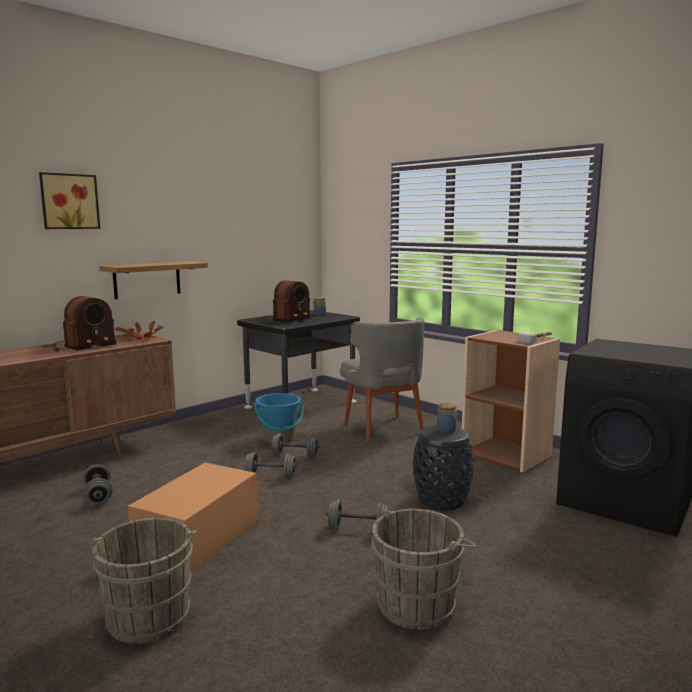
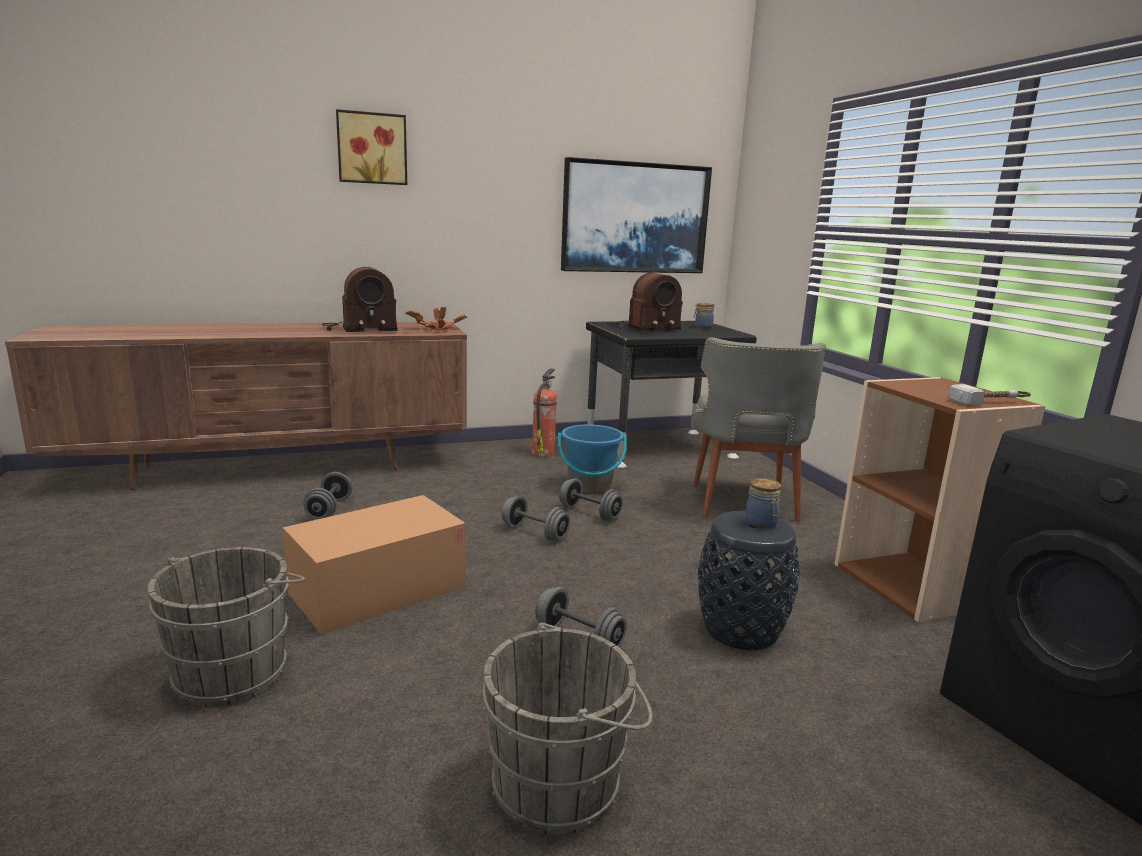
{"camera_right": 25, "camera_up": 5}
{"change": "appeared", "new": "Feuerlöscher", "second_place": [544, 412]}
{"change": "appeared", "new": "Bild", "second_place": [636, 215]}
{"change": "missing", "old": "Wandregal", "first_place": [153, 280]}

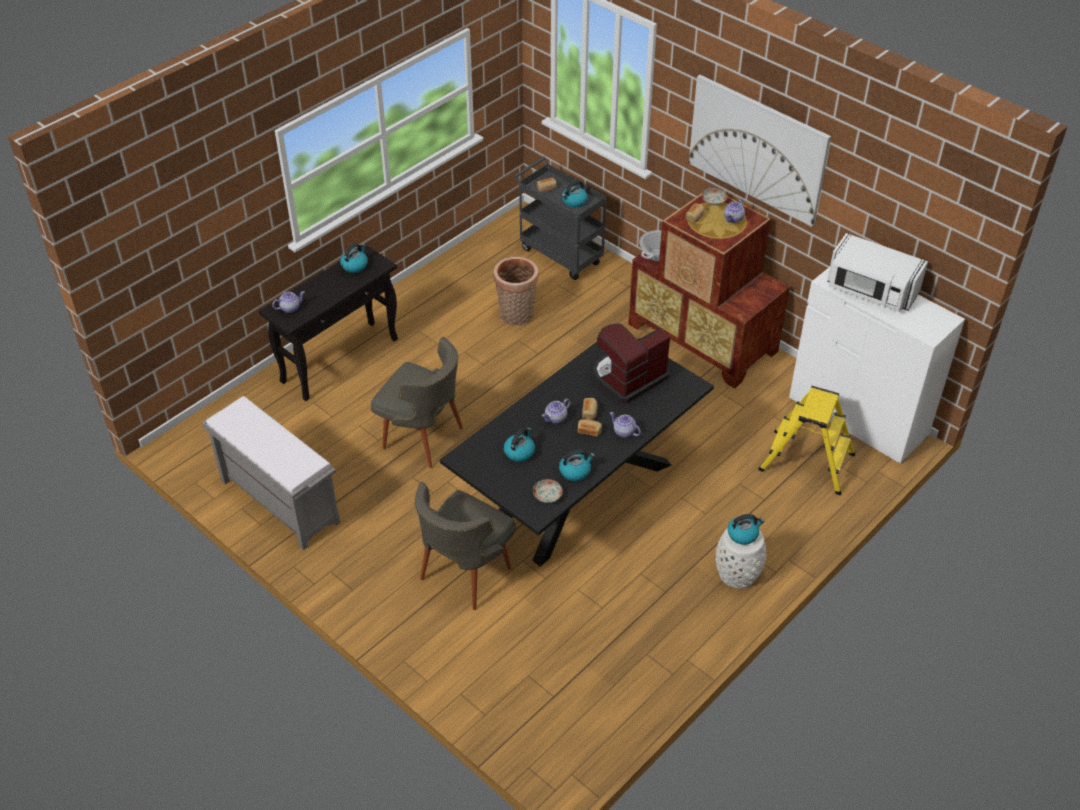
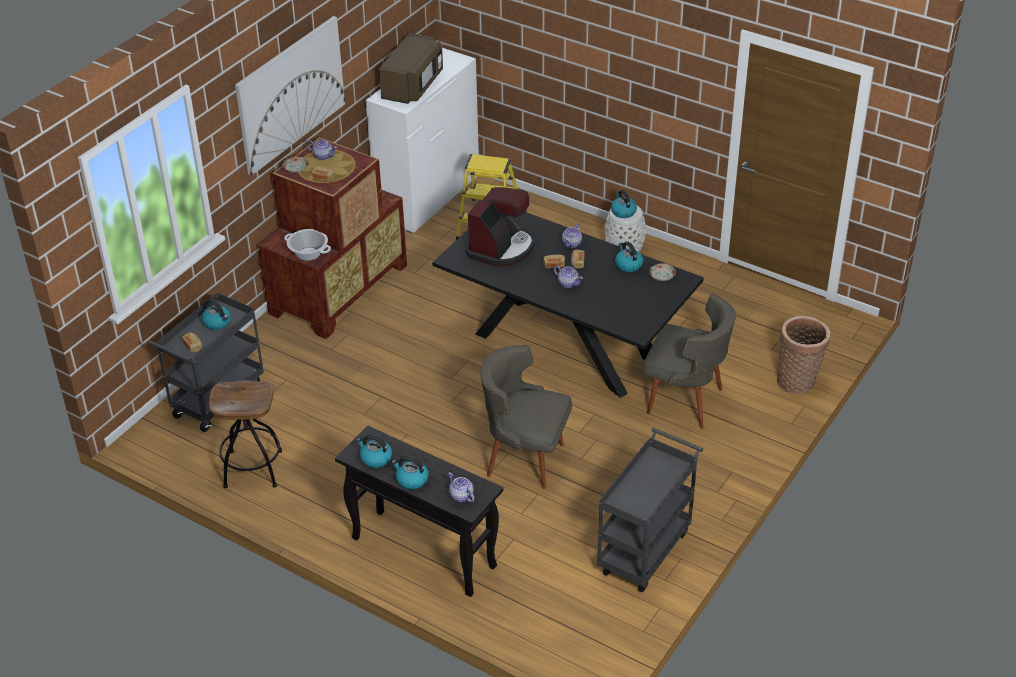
{"camera_right": -100, "camera_up": -5}
{"change": "appeared", "new": "Hocker/braun", "second_place": [245, 434]}
{"change": "colour", "old": "Mikrowelle/weiß", "new": "Mikrowelle/braun", "first_place": [877, 272], "second_place": [411, 68]}
{"change": "relocated", "old": "Wasserkessel", "first_place": [519, 444], "second_place": [409, 473]}
{"change": "spun", "old": "Kaffeemaschine", "first_place": [631, 363], "second_place": [500, 227], "degrees": -105}
{"change": "spun", "old": "Stuhl/grau", "first_place": [417, 402], "second_place": [526, 417], "degrees": -90}
{"change": "exchanged", "old": "Bank/grau", "new": "Rollwagen/grau", "first_place": [271, 473], "second_place": [650, 510]}
{"change": "relocated", "old": "Korb", "first_place": [516, 291], "second_place": [803, 355]}

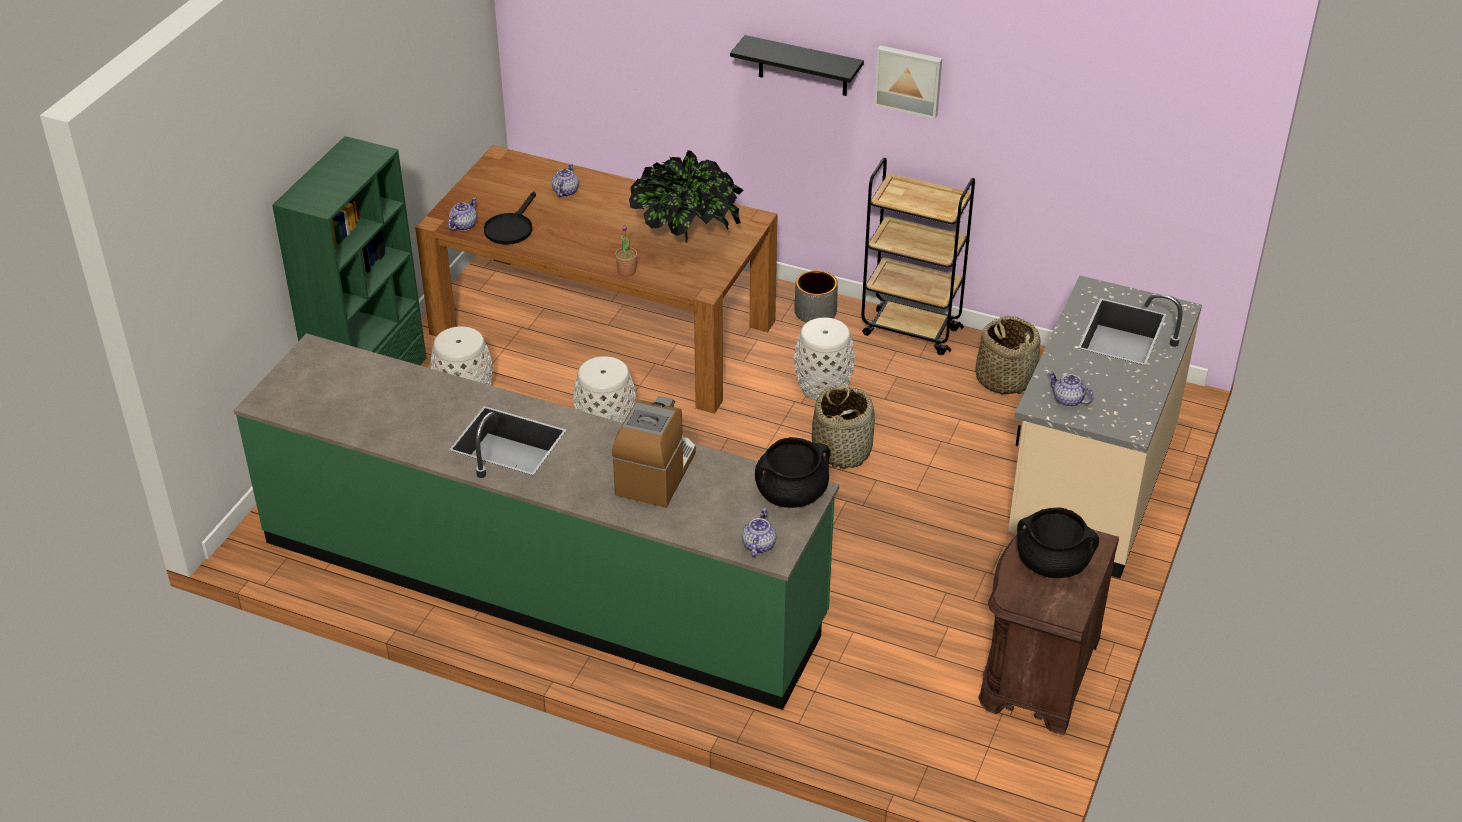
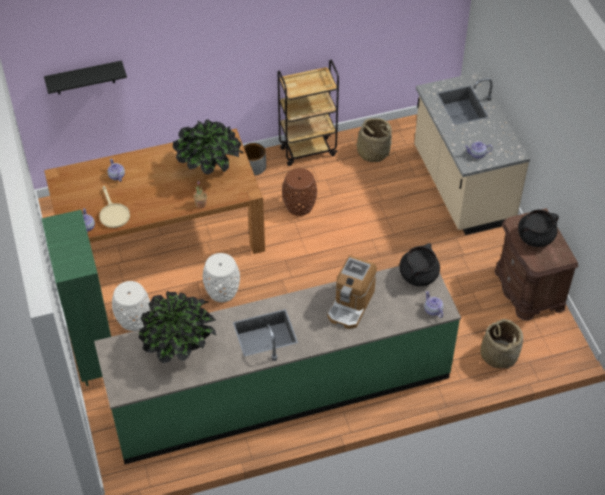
{"camera_right": -40, "camera_up": 10}
{"change": "relocated", "old": "Wandregal/schwarz", "first_place": [797, 65], "second_place": [85, 78]}
{"change": "colour", "old": "Pfanne/schwarz", "new": "Pfanne/beige", "first_place": [510, 218], "second_place": [114, 207]}
{"change": "appeared", "new": "Topfpflanze", "second_place": [177, 327]}
{"change": "colour", "old": "Hocker/weiß", "new": "Hocker/braun", "first_place": [824, 359], "second_place": [299, 192]}
{"change": "spun", "old": "Kaffeemaschine", "first_place": [654, 451], "second_place": [352, 292], "degrees": -135}
{"change": "relocated", "old": "Korb", "first_place": [843, 427], "second_place": [501, 344]}
{"change": "missing", "old": "Bild", "first_place": [908, 82]}

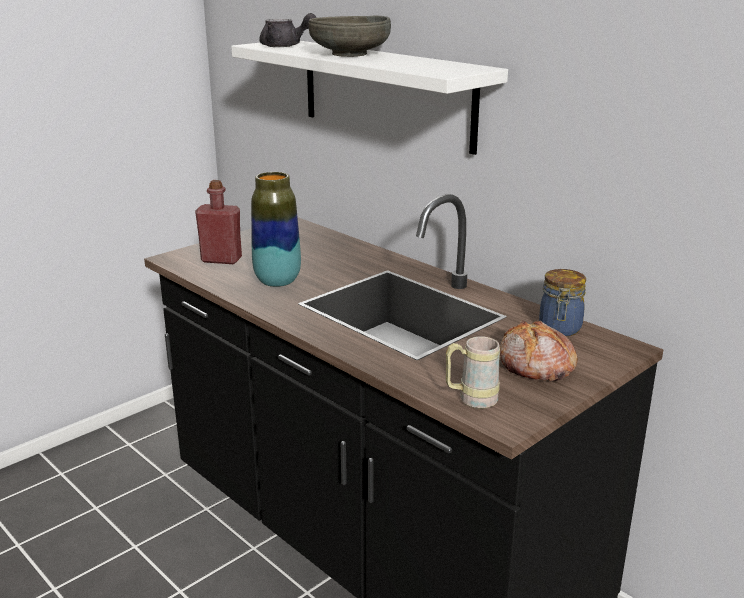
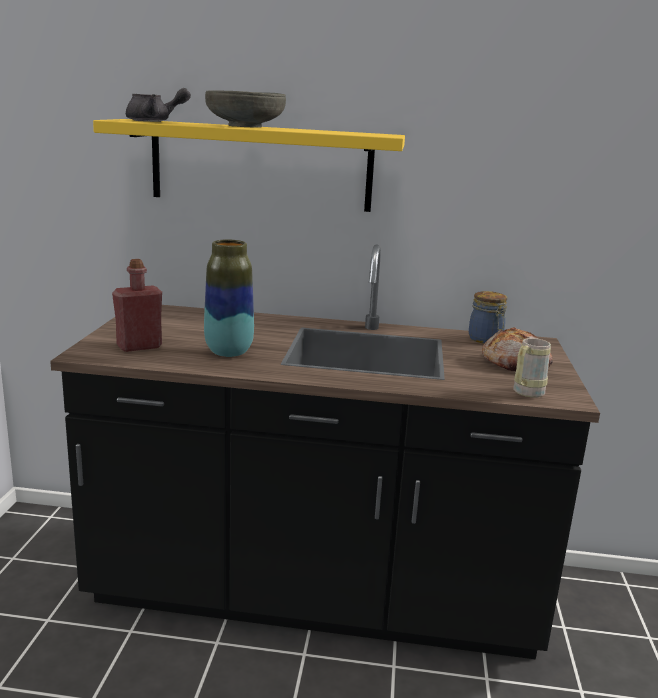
{"camera_right": -40, "camera_up": -5}
{"change": "colour", "old": "Wandregal/weiß", "new": "Wandregal/gelb", "first_place": [369, 98], "second_place": [249, 165]}

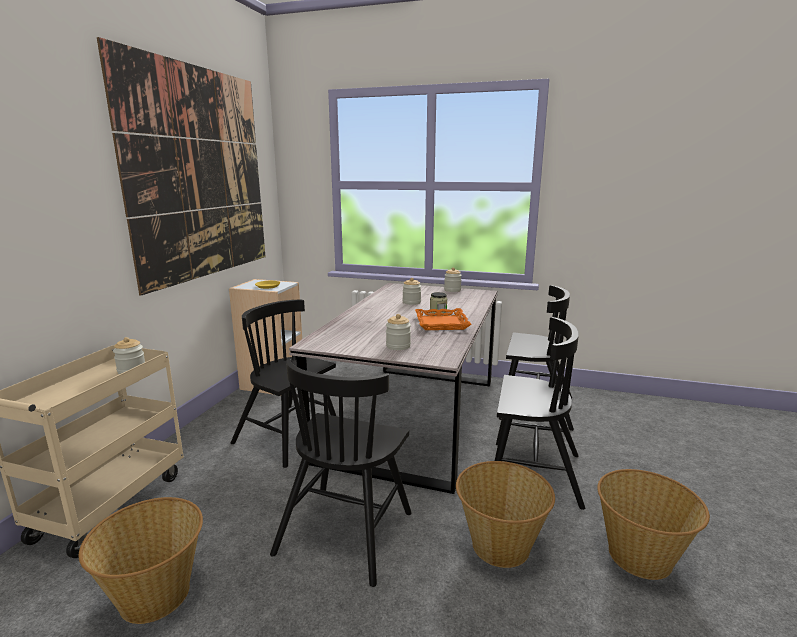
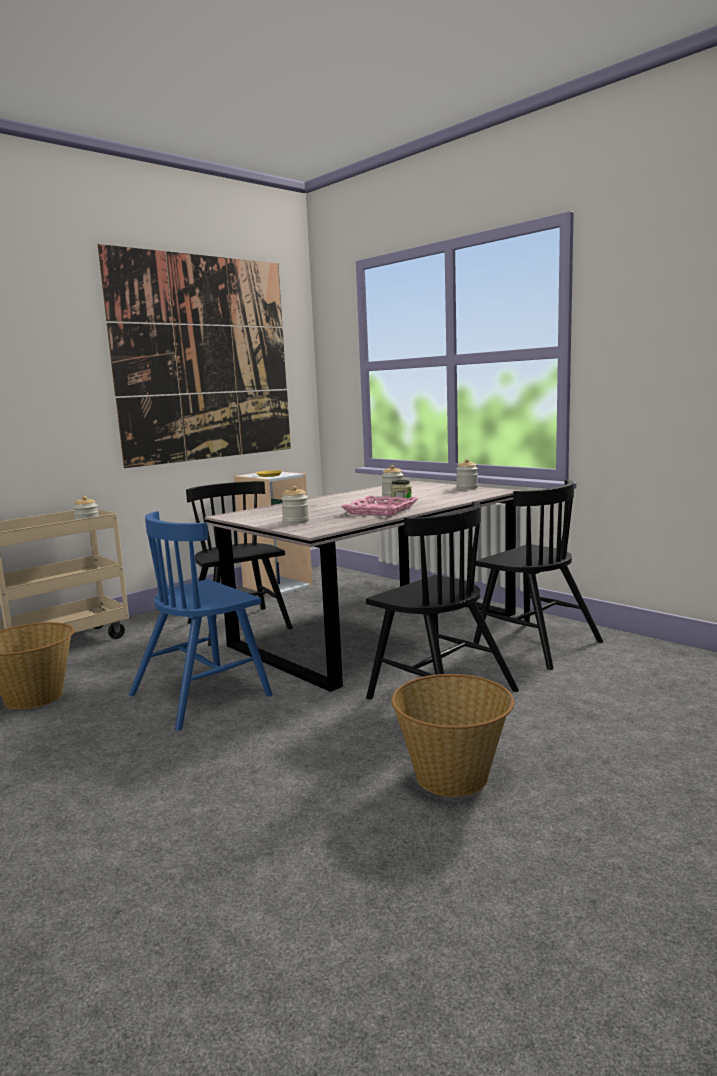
{"camera_right": 30, "camera_up": -5}
{"change": "colour", "old": "Stuhl/schwarz", "new": "Stuhl/blau", "first_place": [341, 473], "second_place": [201, 621]}
{"change": "colour", "old": "Tablett/orange", "new": "Tablett/rosa", "first_place": [443, 319], "second_place": [379, 506]}
{"change": "missing", "old": "Korb", "first_place": [505, 514]}

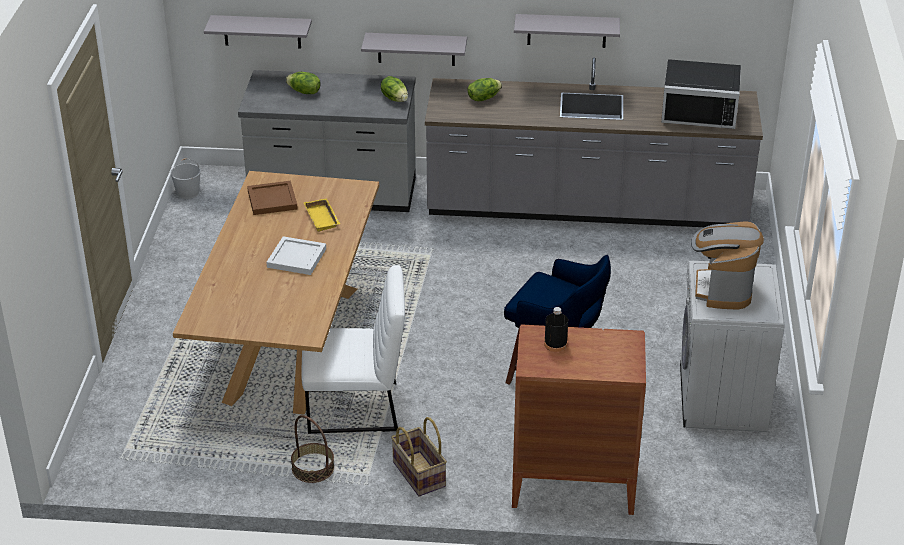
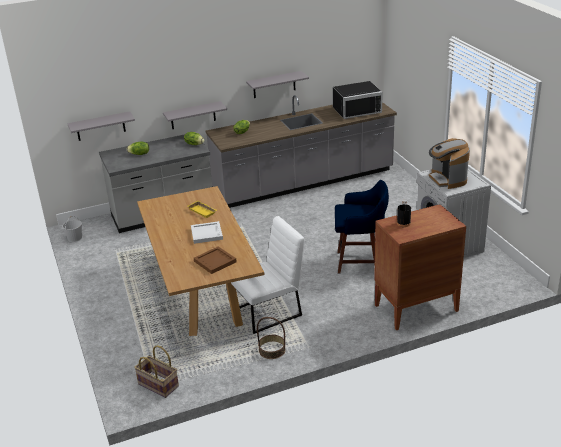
{"camera_right": -25, "camera_up": -5}
{"change": "relocated", "old": "Korb", "first_place": [419, 456], "second_place": [156, 371]}
{"change": "relocated", "old": "Tablett/braun", "first_place": [272, 198], "second_place": [215, 260]}

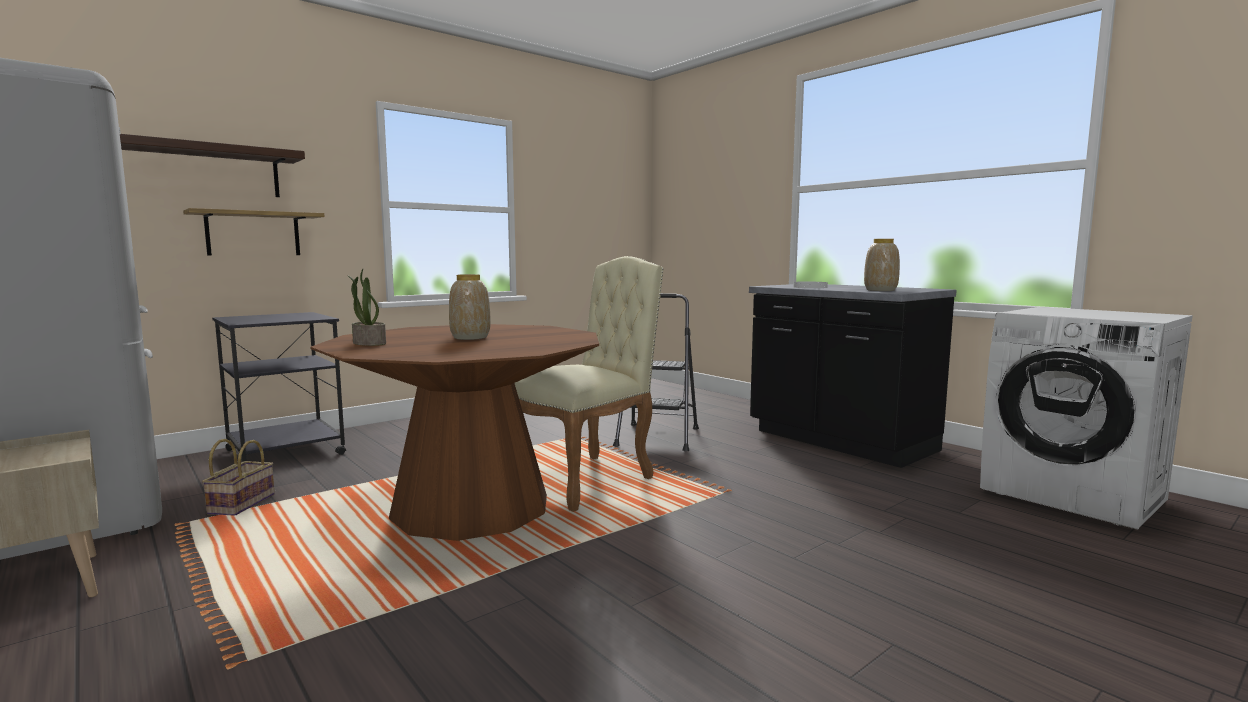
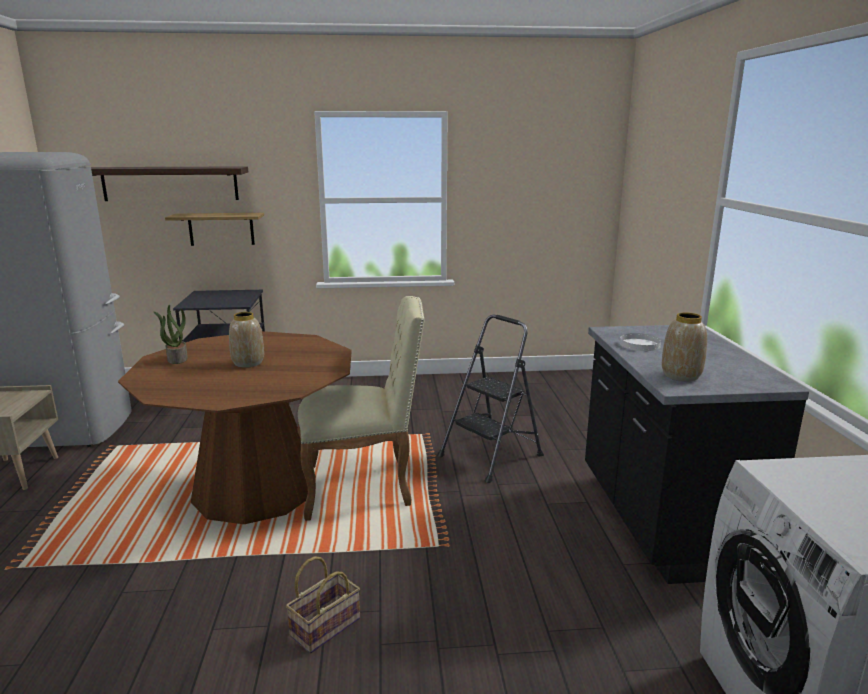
{"camera_right": 35, "camera_up": 10}
{"change": "relocated", "old": "Korb", "first_place": [238, 477], "second_place": [323, 604]}

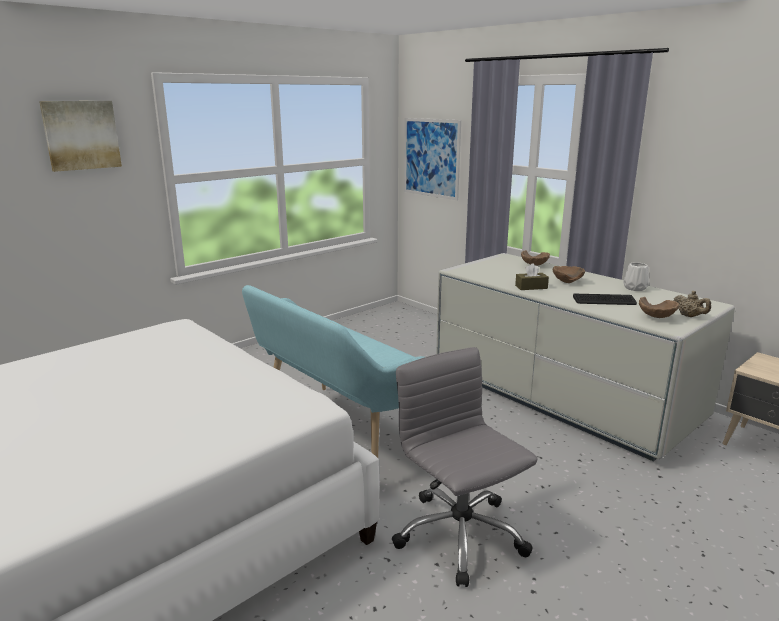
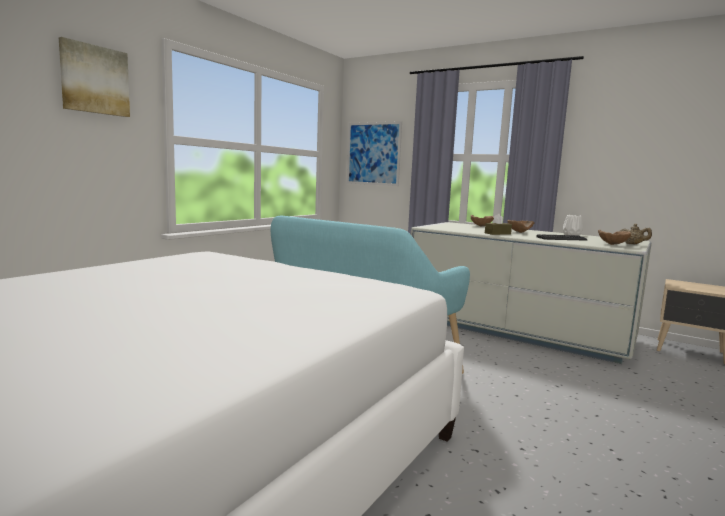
{"camera_right": -15, "camera_up": -10}
{"change": "missing", "old": "Bürostuhl/grau", "first_place": [465, 467]}

